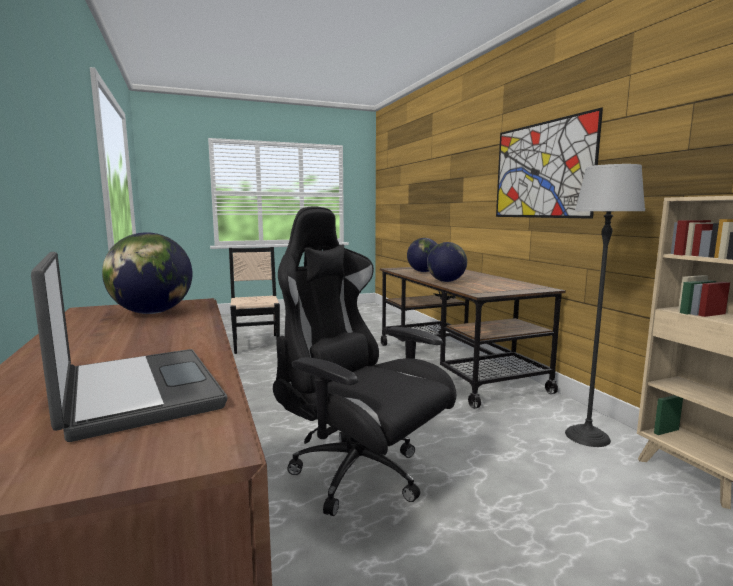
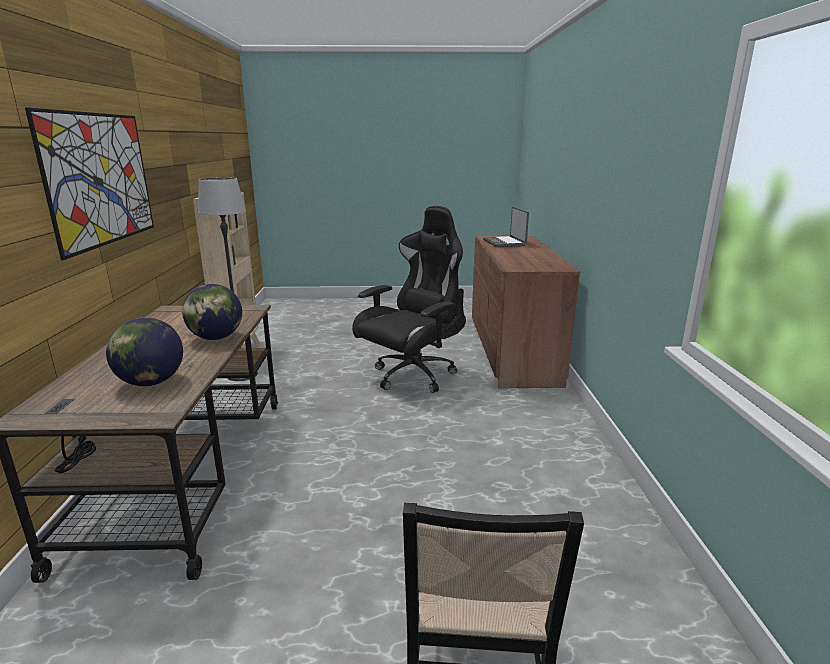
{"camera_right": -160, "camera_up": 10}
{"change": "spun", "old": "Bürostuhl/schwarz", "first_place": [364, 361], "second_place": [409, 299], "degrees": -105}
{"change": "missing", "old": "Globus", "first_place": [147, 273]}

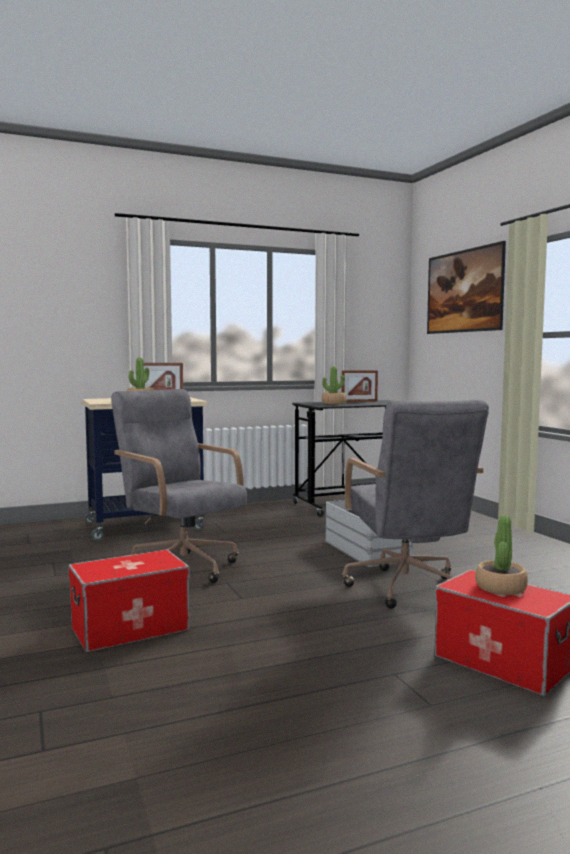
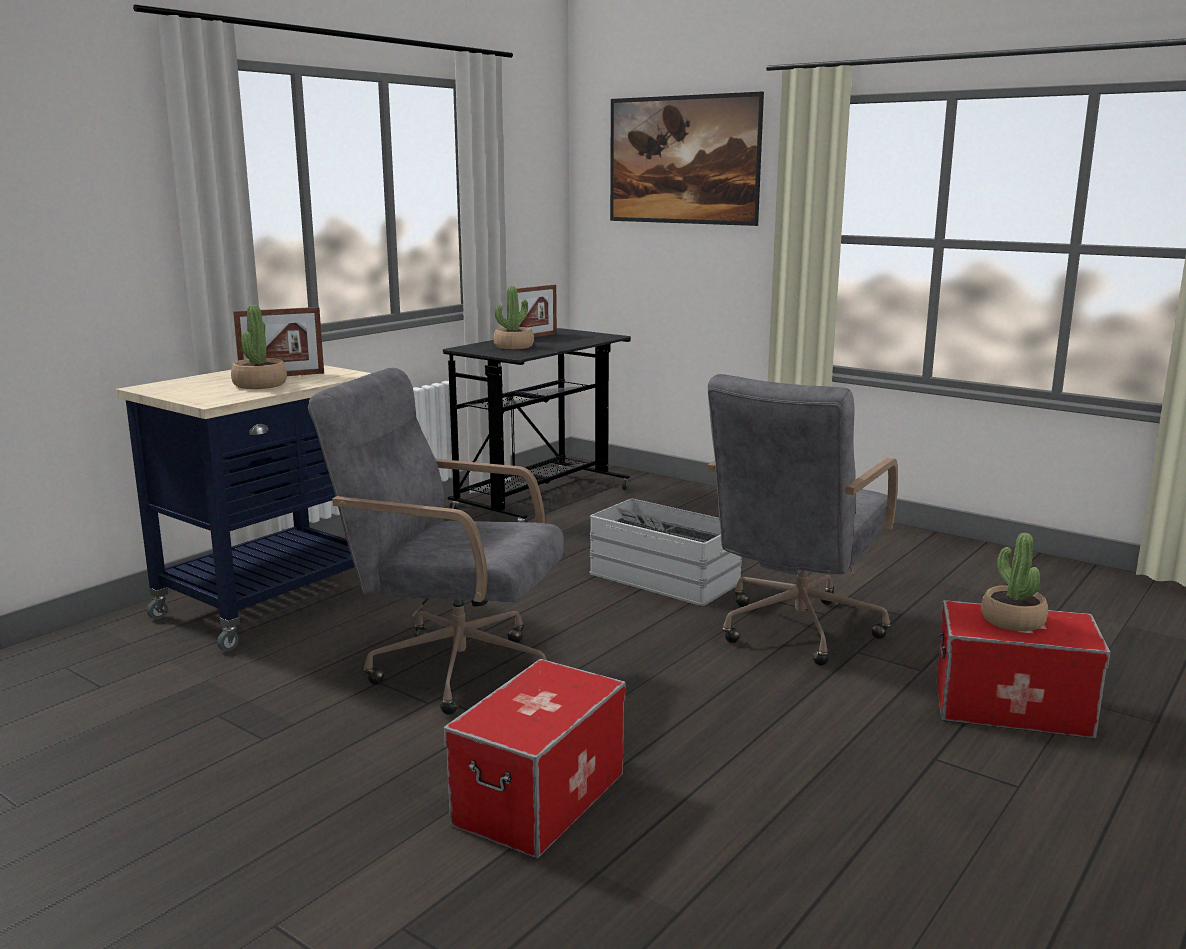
{"camera_right": -30, "camera_up": 10}
{"change": "spun", "old": "Bürostuhl/grau", "first_place": [415, 504], "second_place": [803, 520], "degrees": 75}

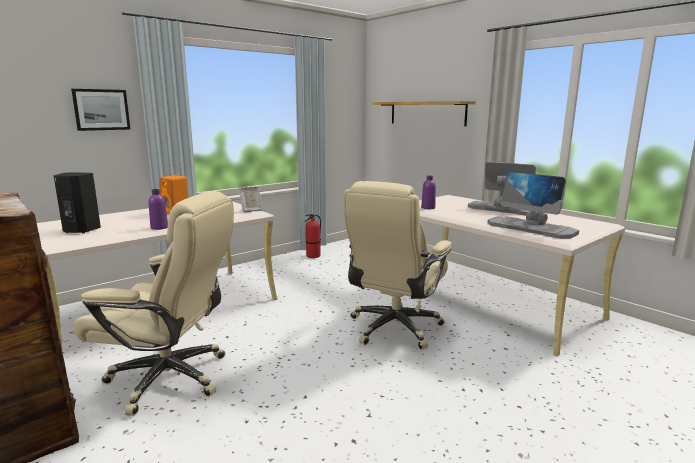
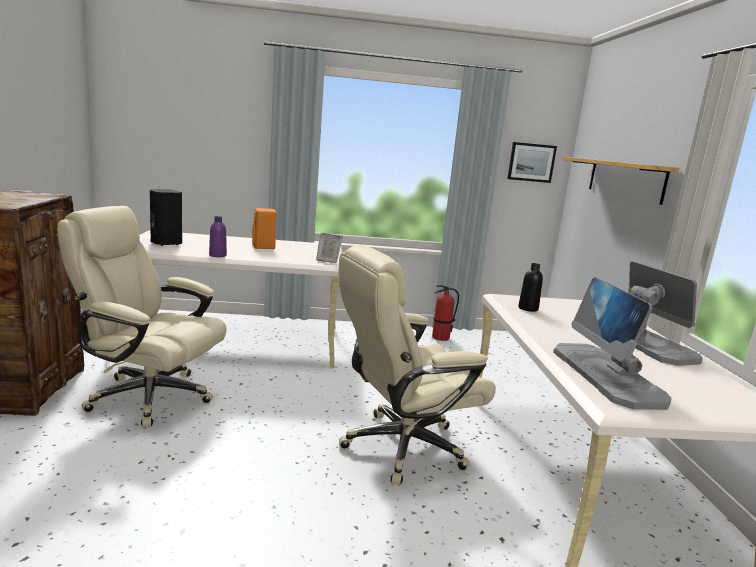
{"camera_right": 35, "camera_up": 0}
{"change": "spun", "old": "Bürostuhl/beige", "first_place": [153, 303], "second_place": [142, 317], "degrees": 150}
{"change": "relocated", "old": "Bild", "first_place": [100, 110], "second_place": [532, 162]}
{"change": "colour", "old": "Flasche/lila", "new": "Flasche/schwarz", "first_place": [428, 192], "second_place": [530, 287]}

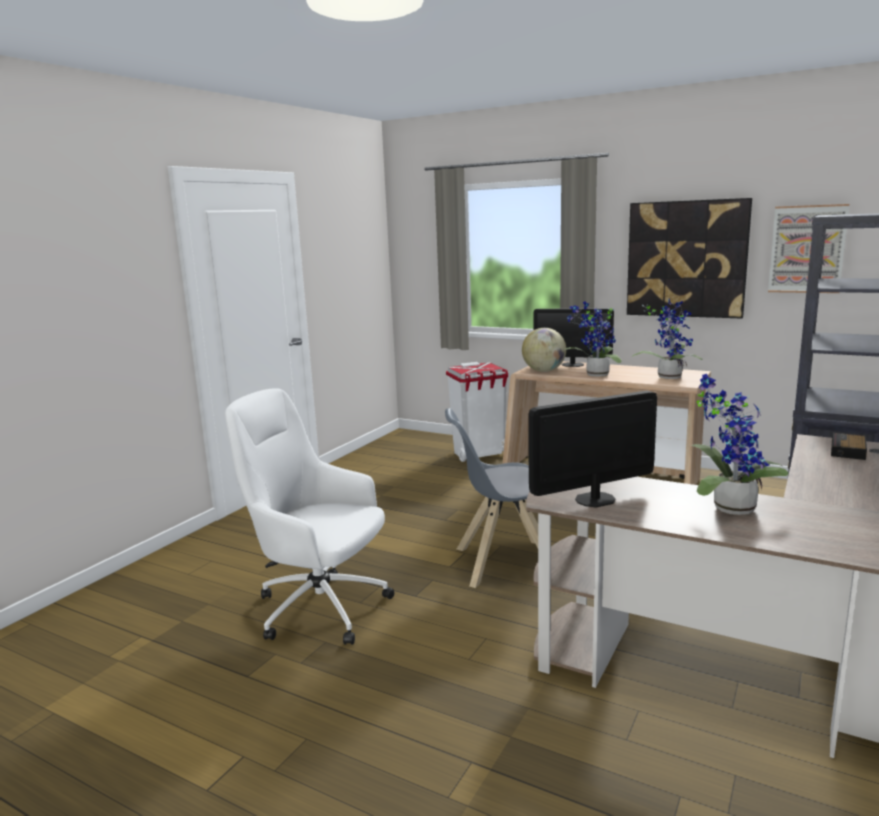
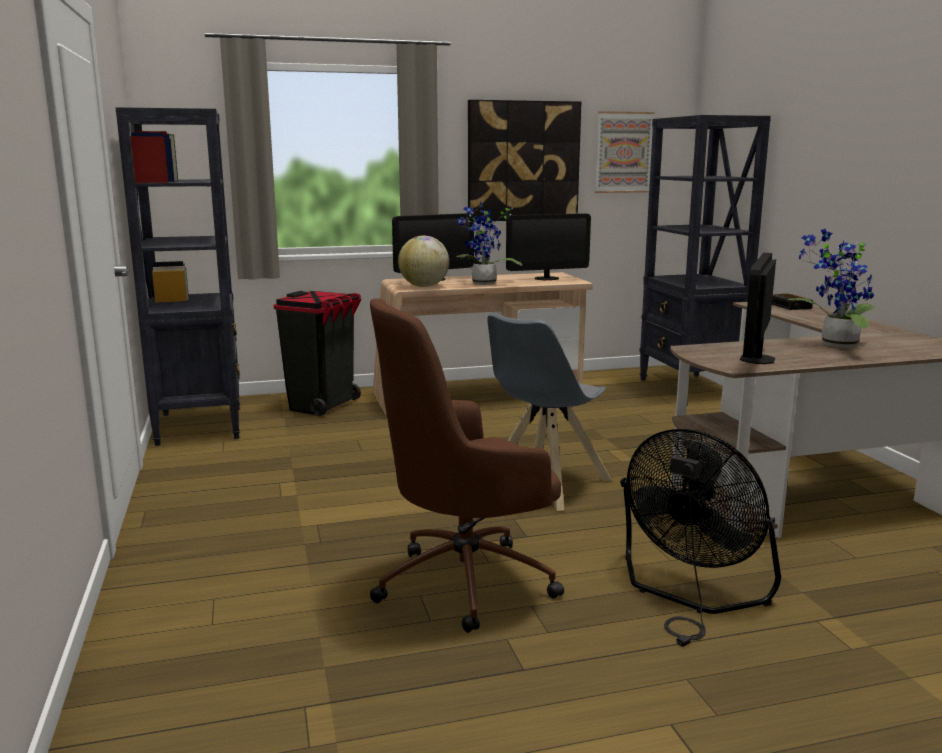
{"camera_right": -45, "camera_up": 0}
{"change": "appeared", "new": "Bücherregal/schwarz", "second_place": [177, 276]}
{"change": "colour", "old": "Mülleimer/weiß", "new": "Mülleimer/schwarz", "first_place": [477, 412], "second_place": [317, 353]}
{"change": "colour", "old": "Bürostuhl/weiß", "new": "Bürostuhl/braun", "first_place": [309, 516], "second_place": [467, 465]}
{"change": "exchanged", "old": "Topfpflanze", "new": "Monitor", "first_place": [667, 338], "second_place": [548, 246]}
{"change": "appeared", "new": "Ventilator/schwarz", "second_place": [700, 538]}

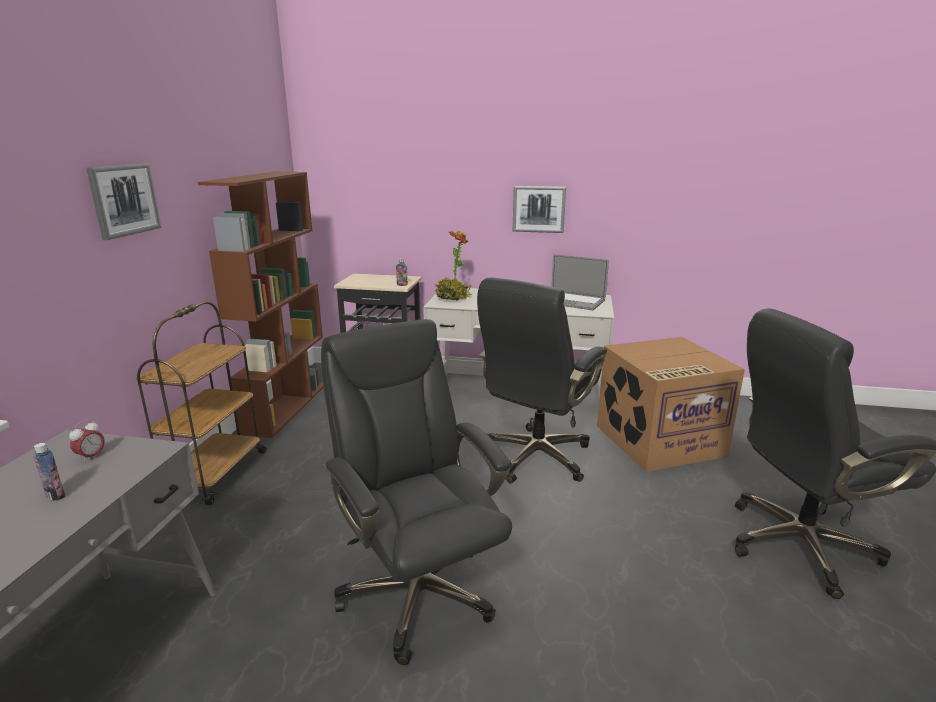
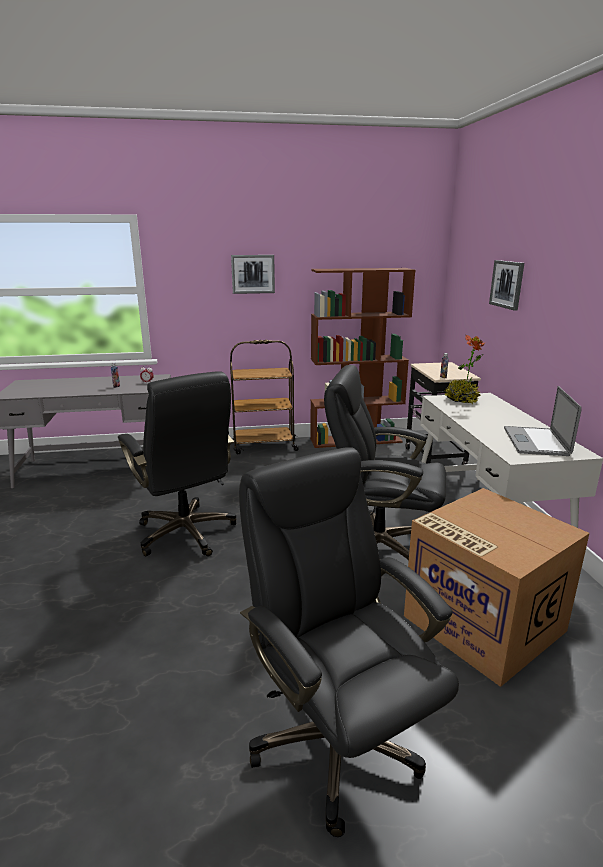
{"camera_right": 70, "camera_up": 0}
{"change": "spun", "old": "Bürostuhl/schwarz", "first_place": [416, 492], "second_place": [177, 464], "degrees": 105}
{"change": "relocated", "old": "Bild", "first_place": [539, 209], "second_place": [506, 285]}

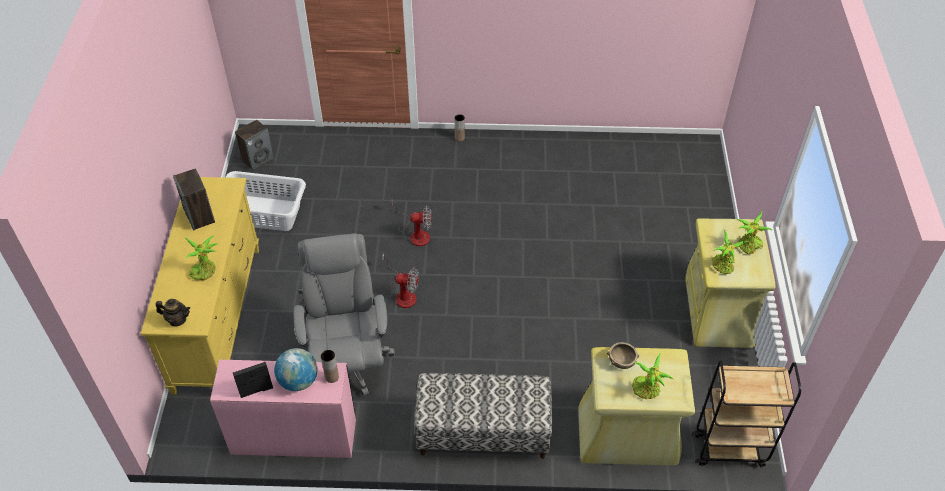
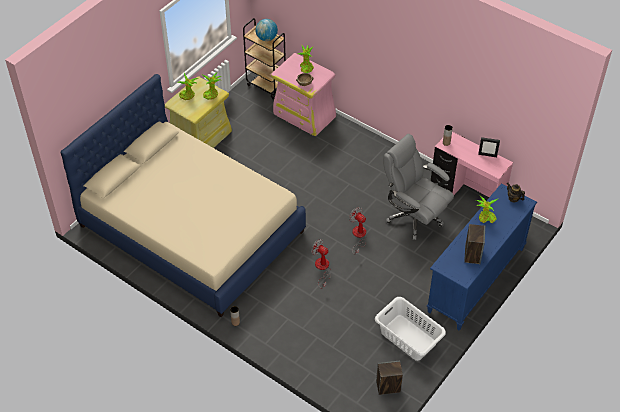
{"camera_right": -145, "camera_up": 0}
{"change": "appeared", "new": "Bett/beige", "second_place": [183, 195]}
{"change": "relocated", "old": "Globus", "first_place": [296, 369], "second_place": [266, 30]}
{"change": "colour", "old": "Nachttisch/gelb", "new": "Nachttisch/rosa", "first_place": [636, 406], "second_place": [303, 94]}
{"change": "spun", "old": "Bürostuhl/grau", "first_place": [344, 314], "second_place": [418, 187], "degrees": 105}
{"change": "colour", "old": "Kommode/gelb", "new": "Kommode/blau", "first_place": [199, 286], "second_place": [482, 257]}
{"change": "missing", "old": "Bank", "first_place": [483, 416]}

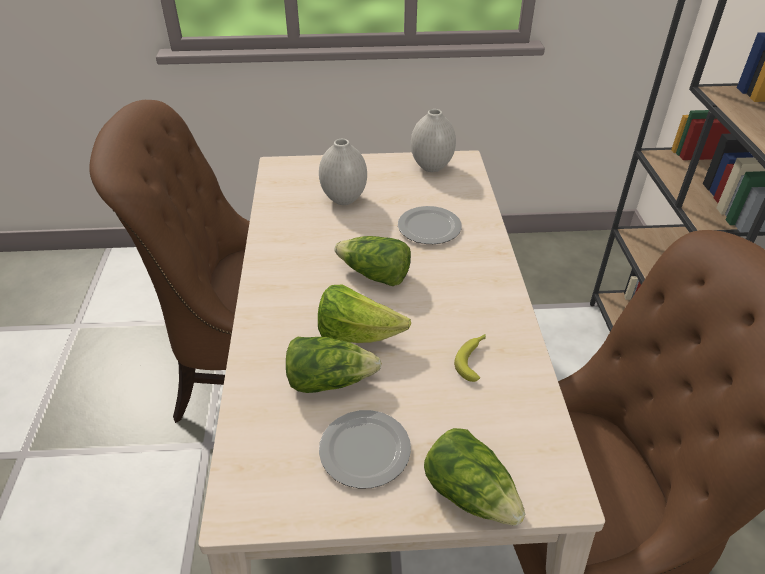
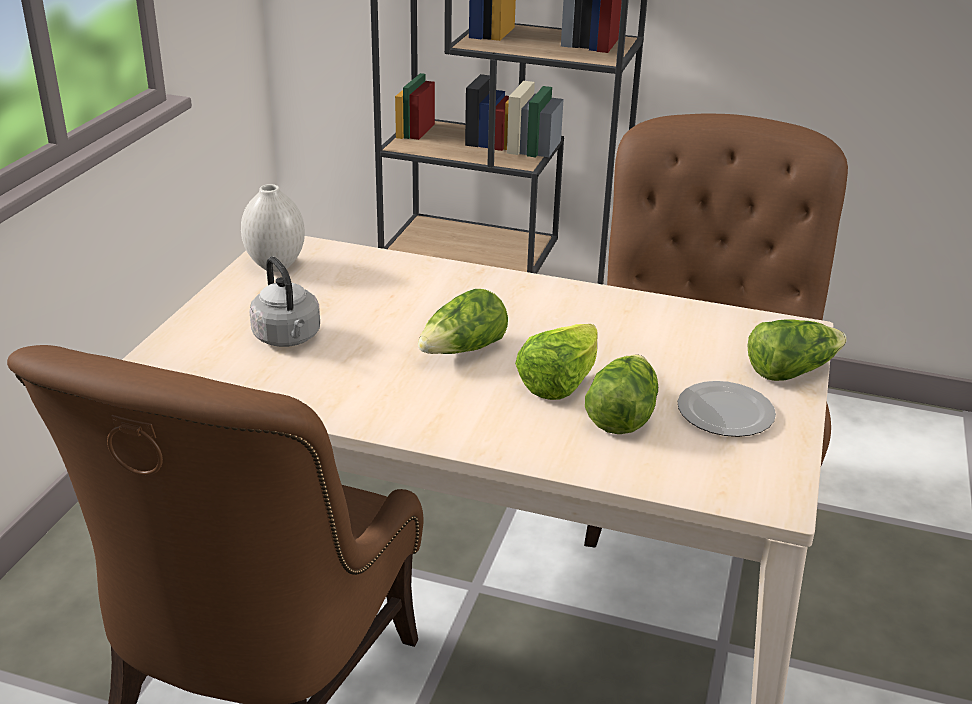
{"camera_right": -70, "camera_up": -10}
{"change": "exchanged", "old": "Vase/weiß", "new": "Wasserkessel/grau", "first_place": [343, 172], "second_place": [284, 302]}
{"change": "missing", "old": "Teller", "first_place": [430, 225]}
{"change": "missing", "old": "Banane", "first_place": [470, 358]}

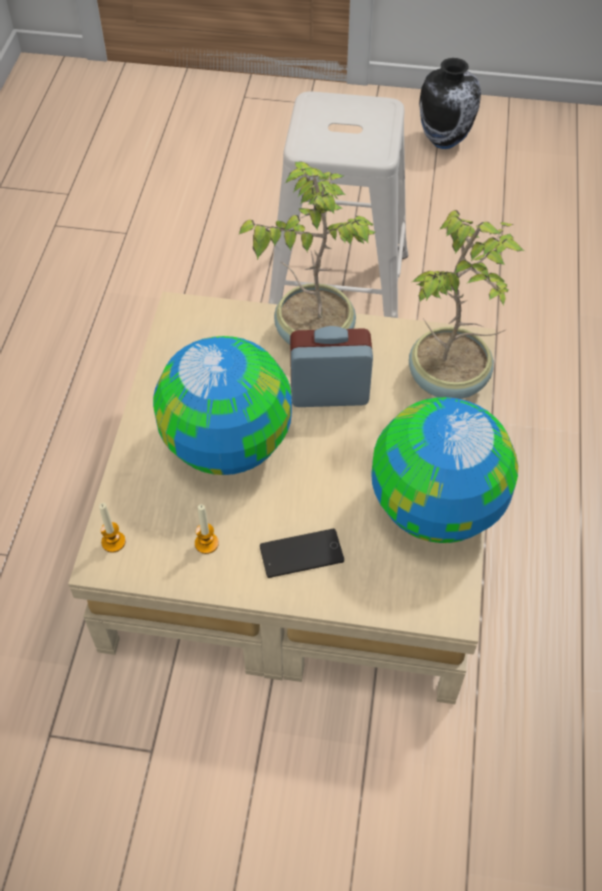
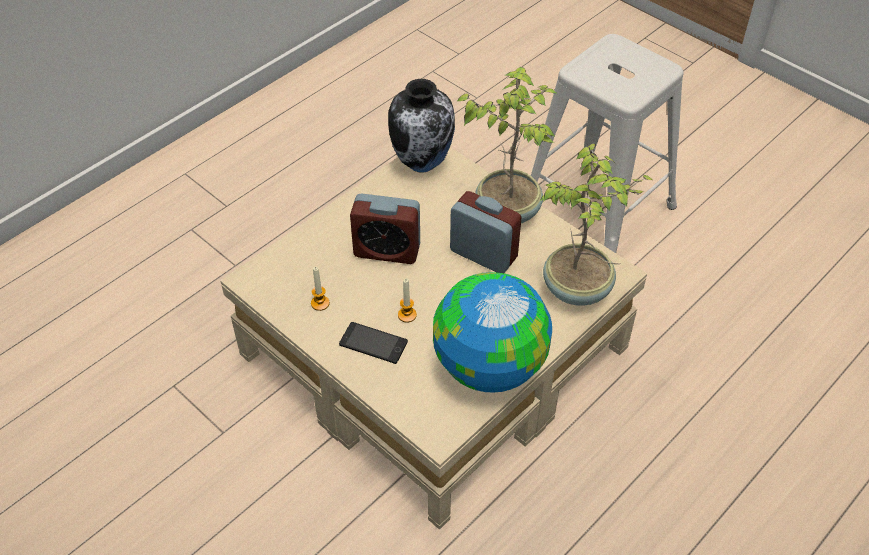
{"camera_right": 35, "camera_up": -5}
{"change": "exchanged", "old": "Globus", "new": "Wecker", "first_place": [222, 405], "second_place": [385, 228]}
{"change": "relocated", "old": "Vase", "first_place": [450, 103], "second_place": [421, 126]}
{"change": "relocated", "old": "Kerze", "first_place": [112, 528], "second_place": [407, 300]}

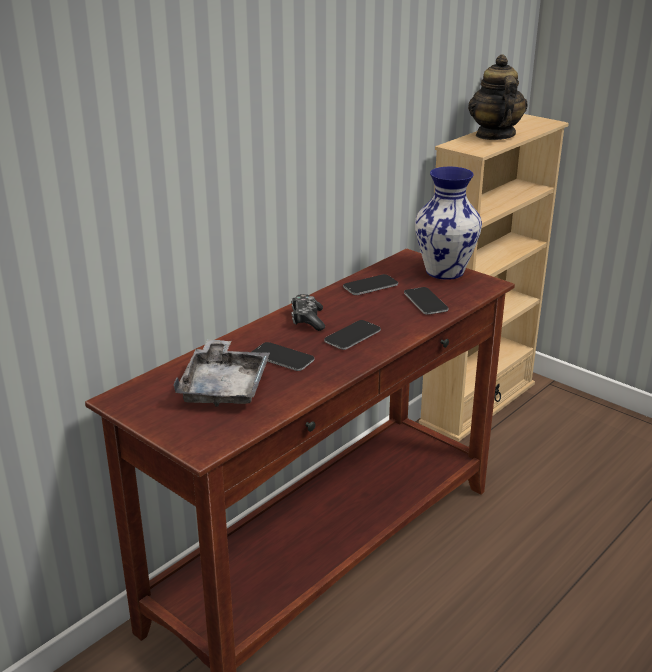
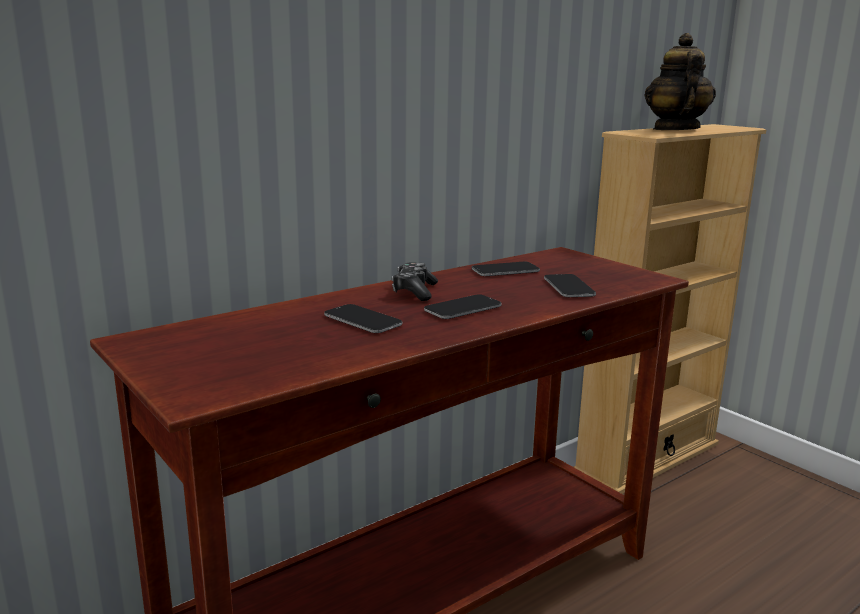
{"camera_right": 10, "camera_up": -10}
{"change": "missing", "old": "Tablett/grau", "first_place": [221, 373]}
{"change": "missing", "old": "Vase", "first_place": [448, 223]}

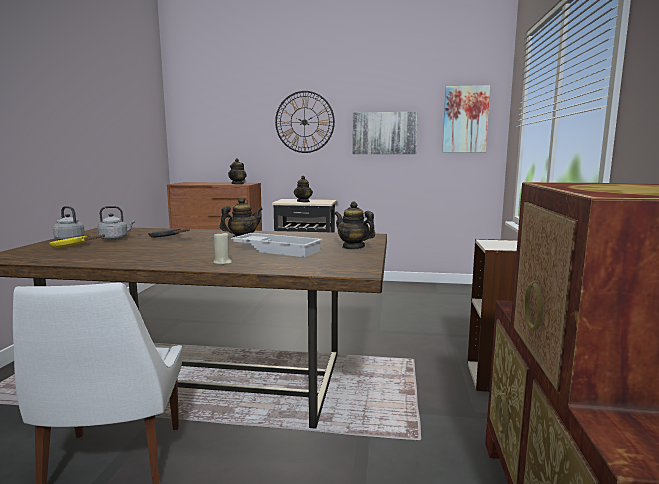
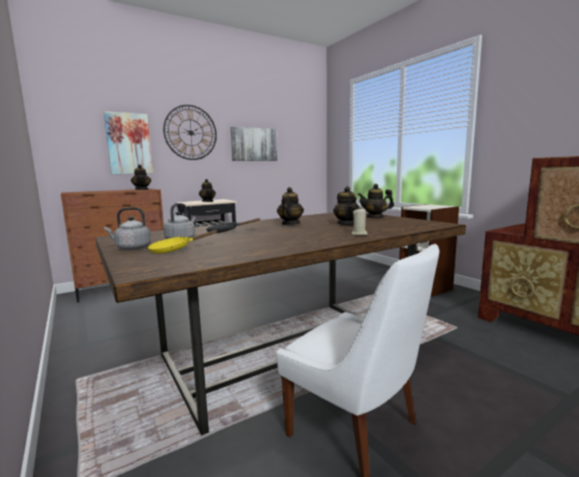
{"camera_right": -40, "camera_up": 0}
{"change": "relocated", "old": "Bild", "first_place": [466, 119], "second_place": [128, 142]}
{"change": "exchanged", "old": "Tablett/weiß", "new": "Teekanne", "first_place": [277, 245], "second_place": [347, 205]}

